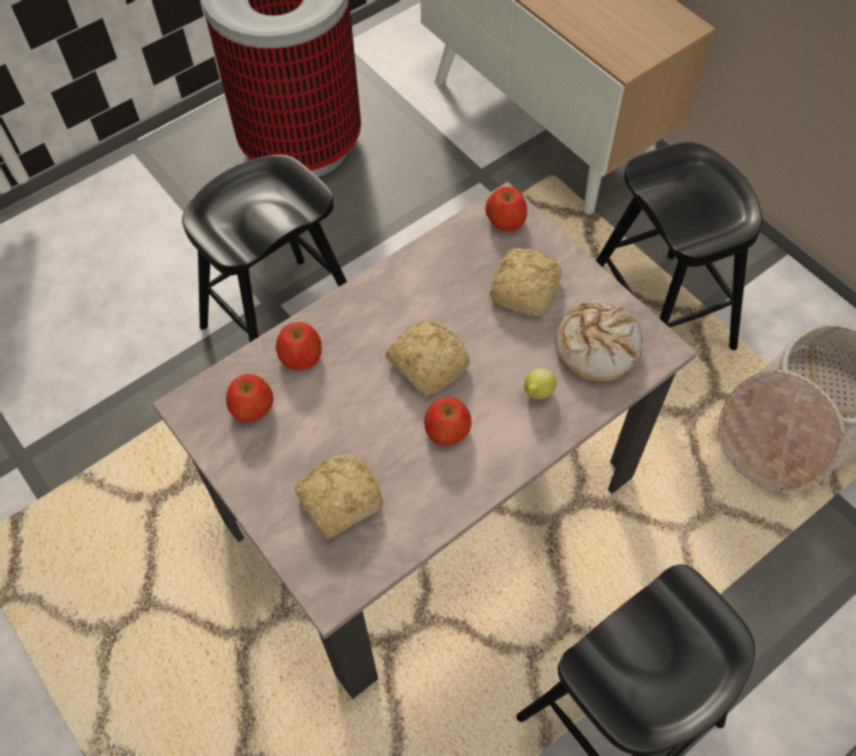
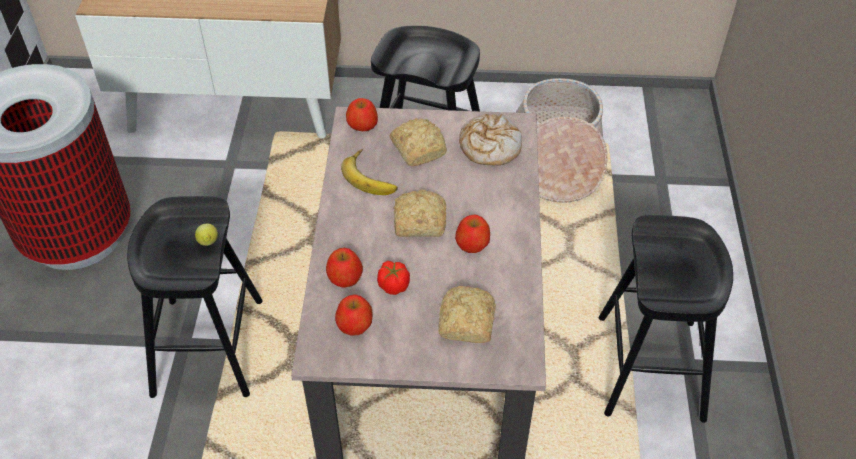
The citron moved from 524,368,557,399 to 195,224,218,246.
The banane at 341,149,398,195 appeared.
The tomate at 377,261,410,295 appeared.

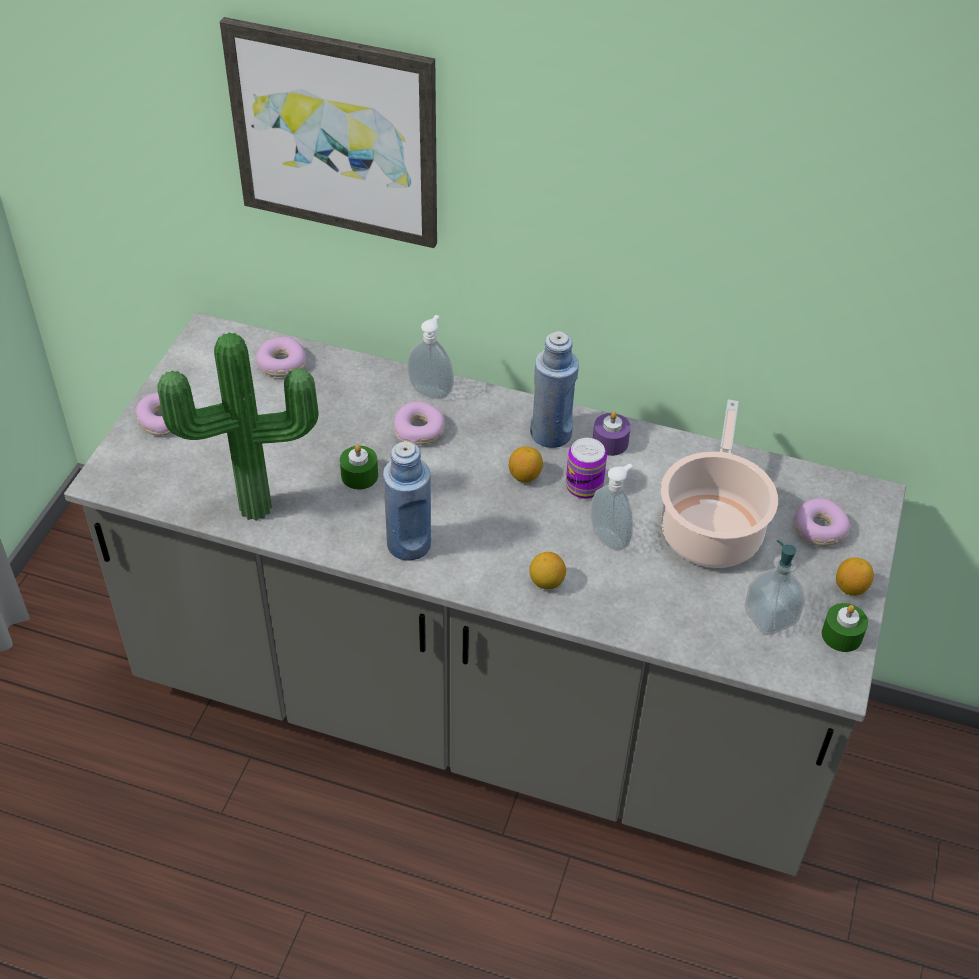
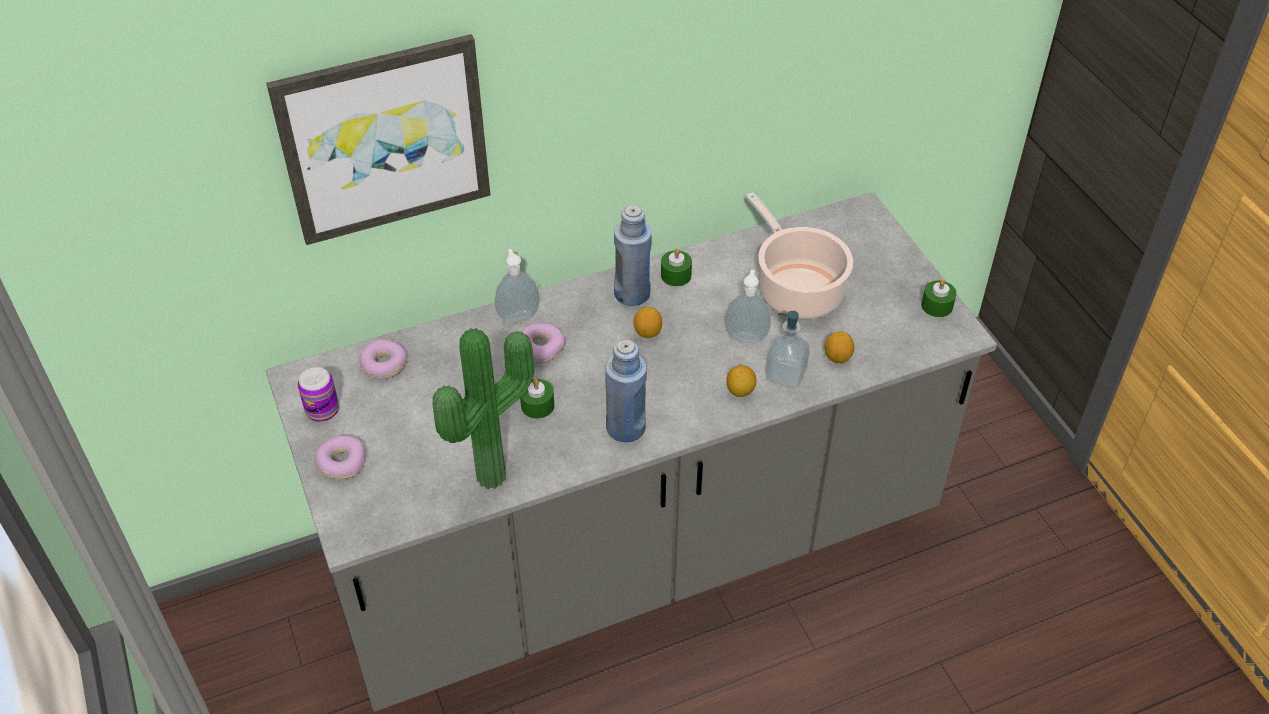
The boîte métallique moved from 566,438,607,499 to 298,367,339,422.
The bougie/violet at 593,411,631,456 became the bougie/vert at 661,248,692,286.
The distributeur de savon moved from 744,540,806,635 to 765,311,810,387.
The beignet at 794,498,851,546 disappeared.
The citron moved from 836,557,874,596 to 825,331,854,363.

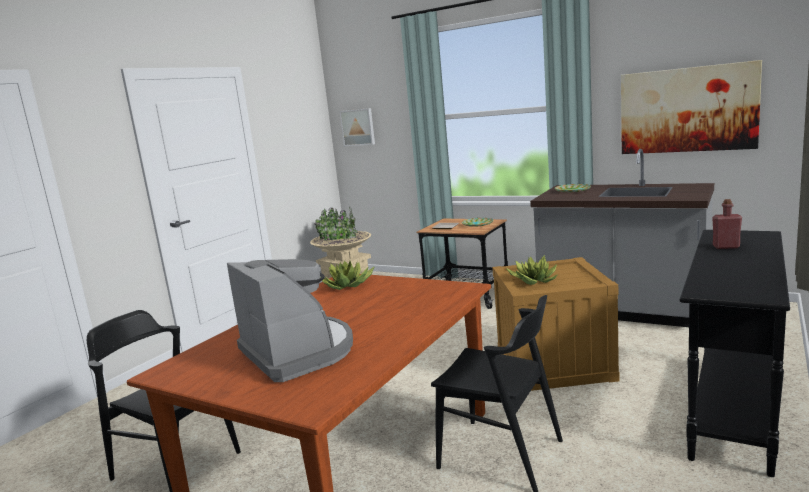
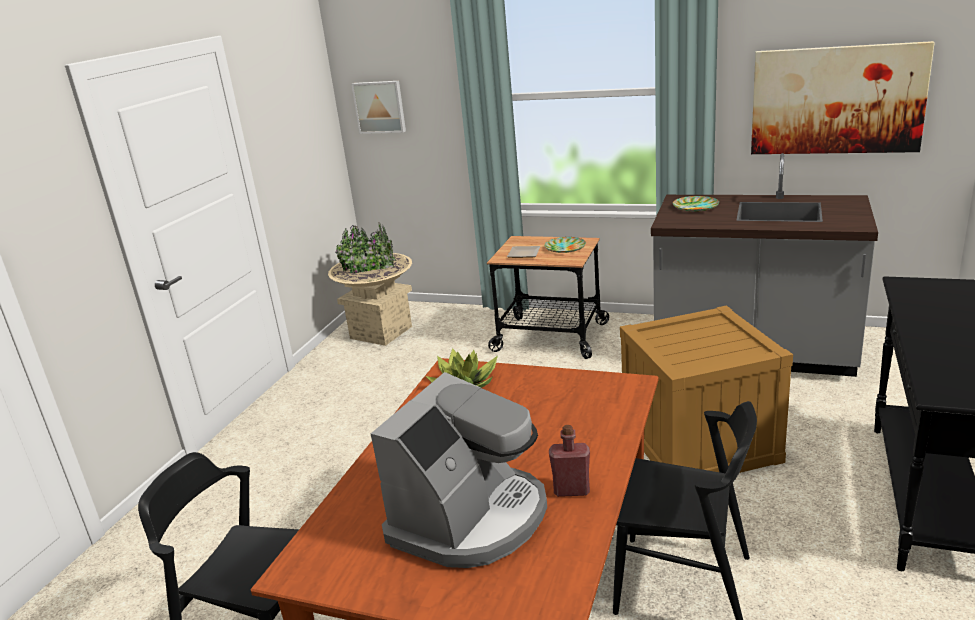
The machine à café at 227,259,353,382 turned 75 degrees clockwise.
The plante en pot at 506,255,558,285 disappeared.
The bouteille/rouge moved from 712,199,742,249 to 549,425,590,497.

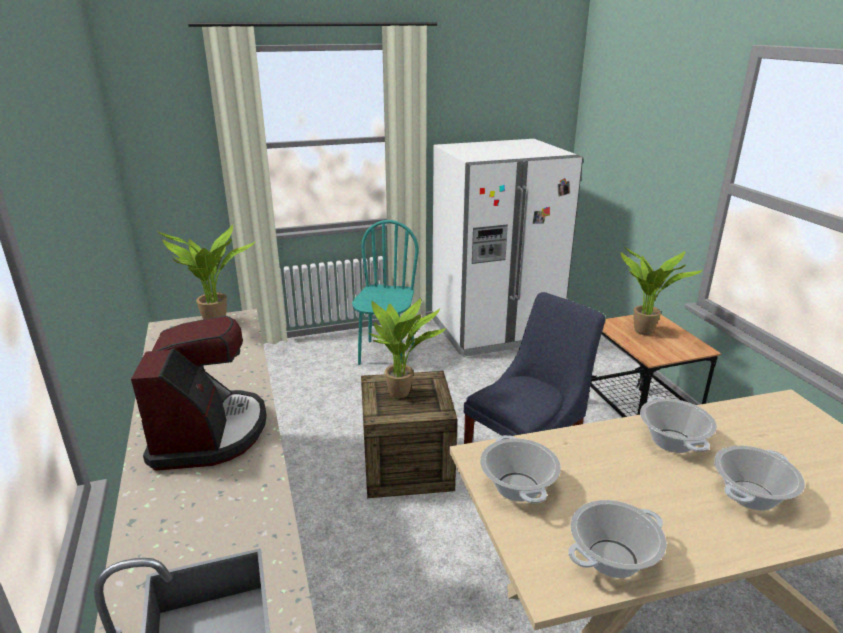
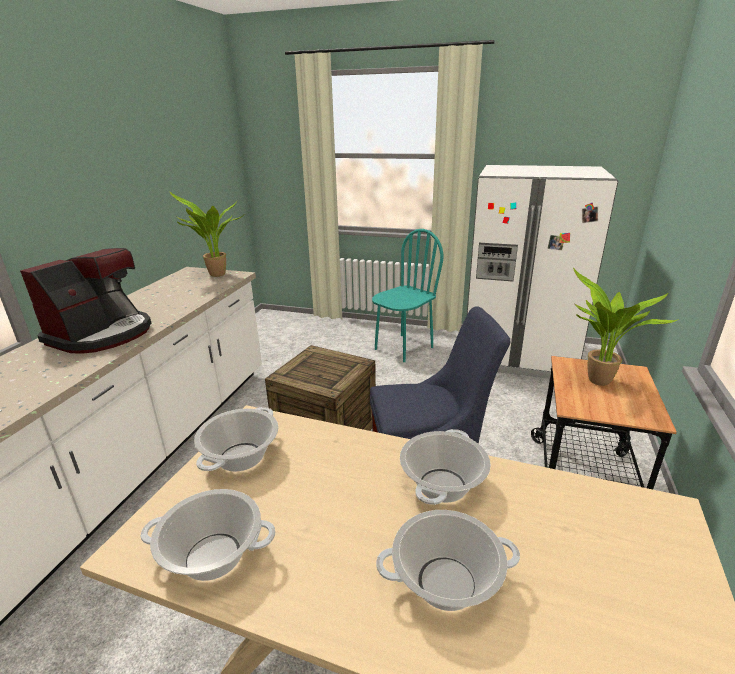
The plante en pot at 369,298,446,398 disappeared.

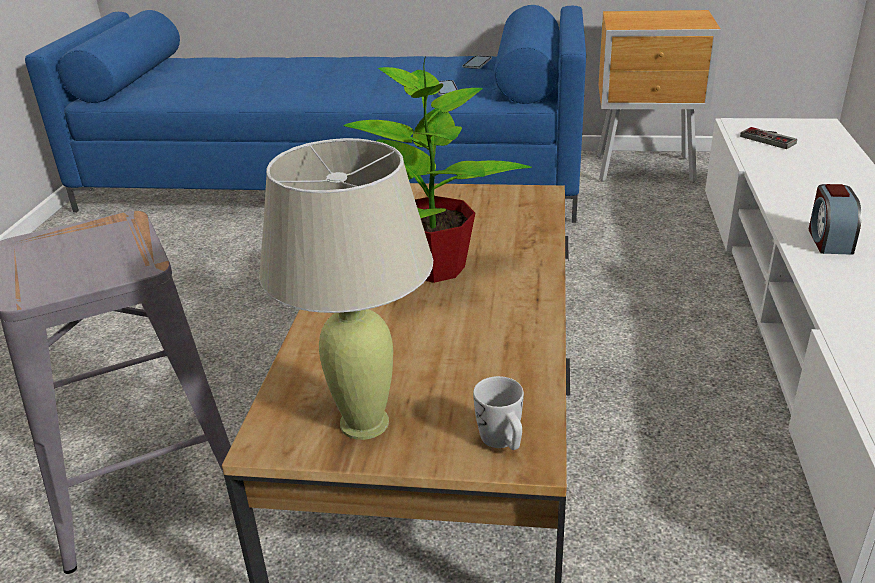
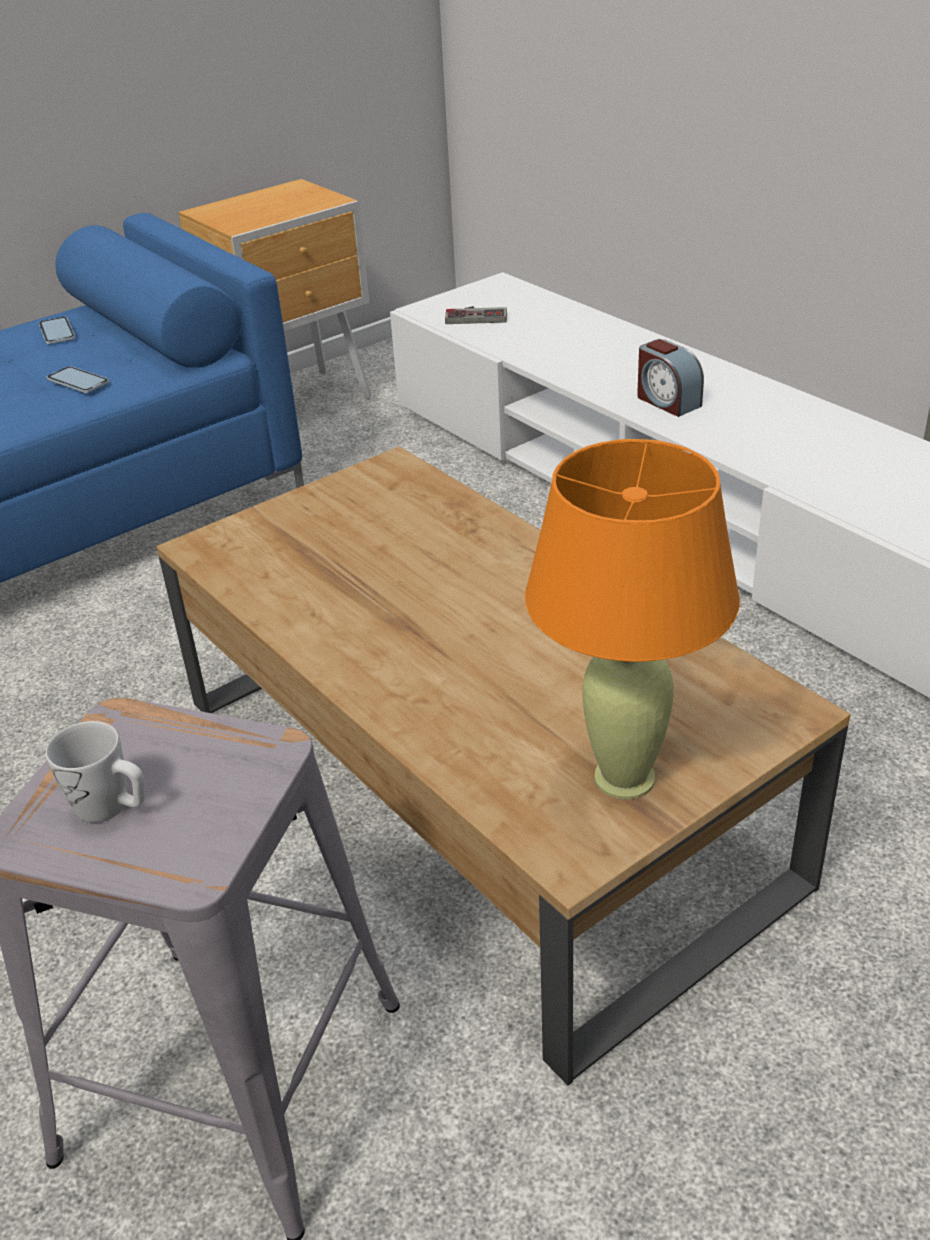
The lampe de table/beige at 259,138,433,440 became the lampe de table/orange at 525,439,740,799.
The plante en pot at 343,56,532,283 disappeared.
The mug/blanc moved from 473,376,524,450 to 46,721,145,823.

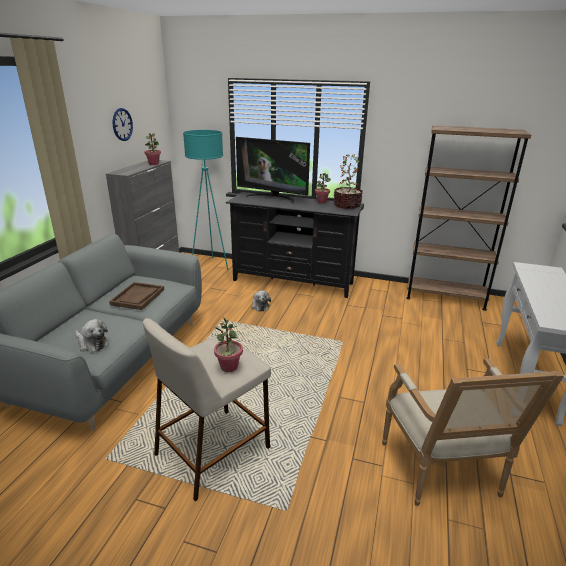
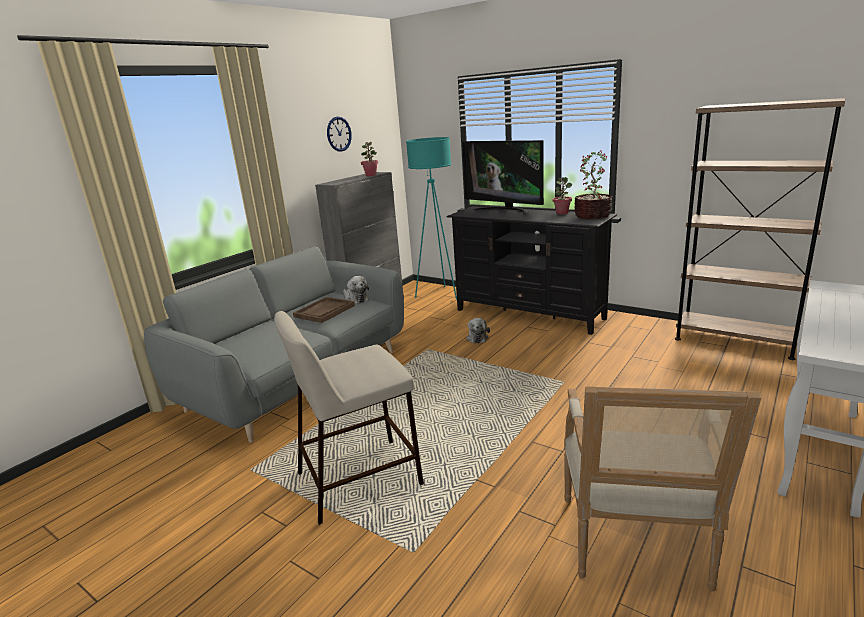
The peluche moved from 75,319,109,352 to 343,276,369,304.
The plante en pot at 214,317,243,372 disappeared.

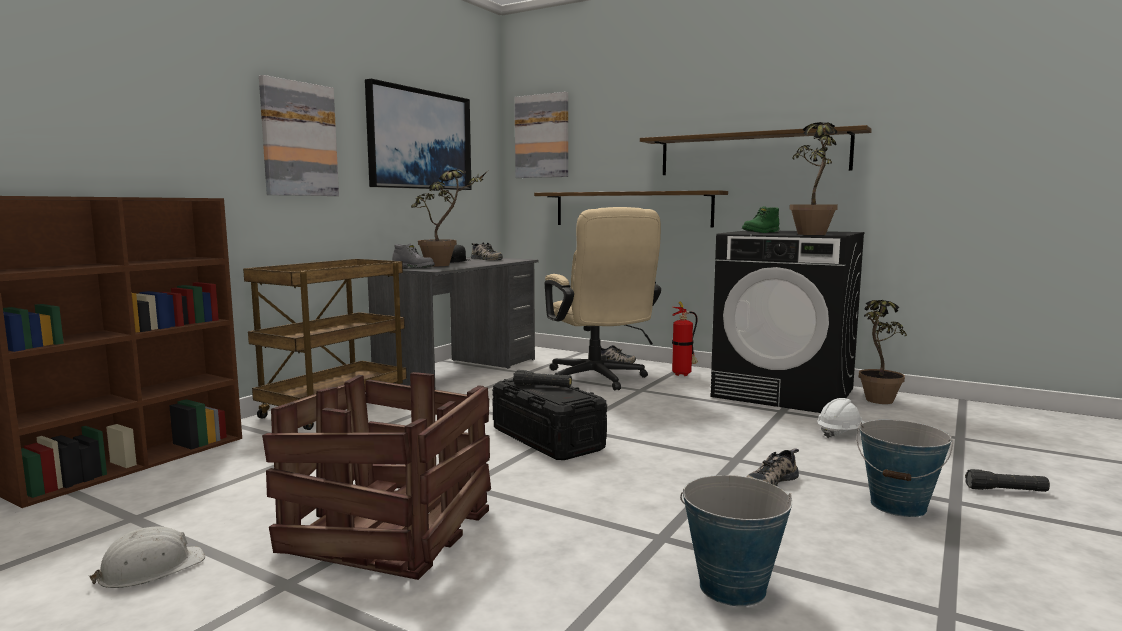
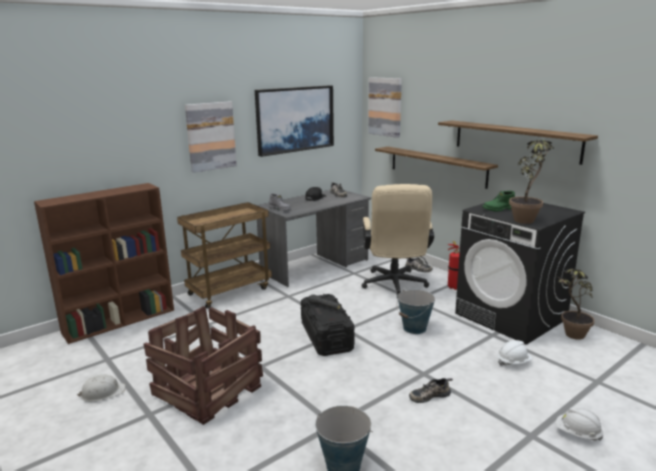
The plante en pot at 411,169,488,266 disappeared.
The seau moved from 857,420,953,517 to 397,290,435,334.
The lampe de poche/noir at 965,469,1050,492 was replaced by the casque de chantier/blanc at 556,407,603,441.

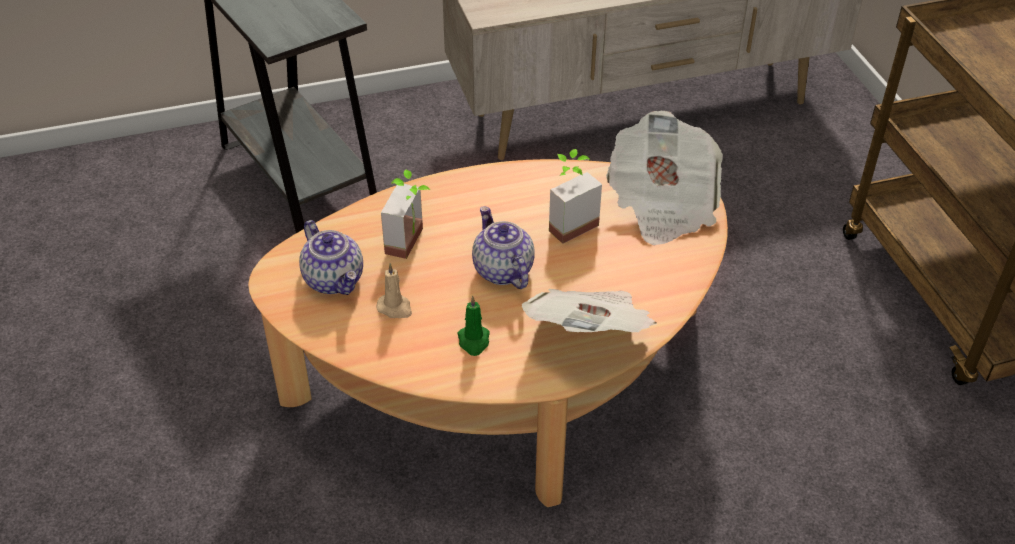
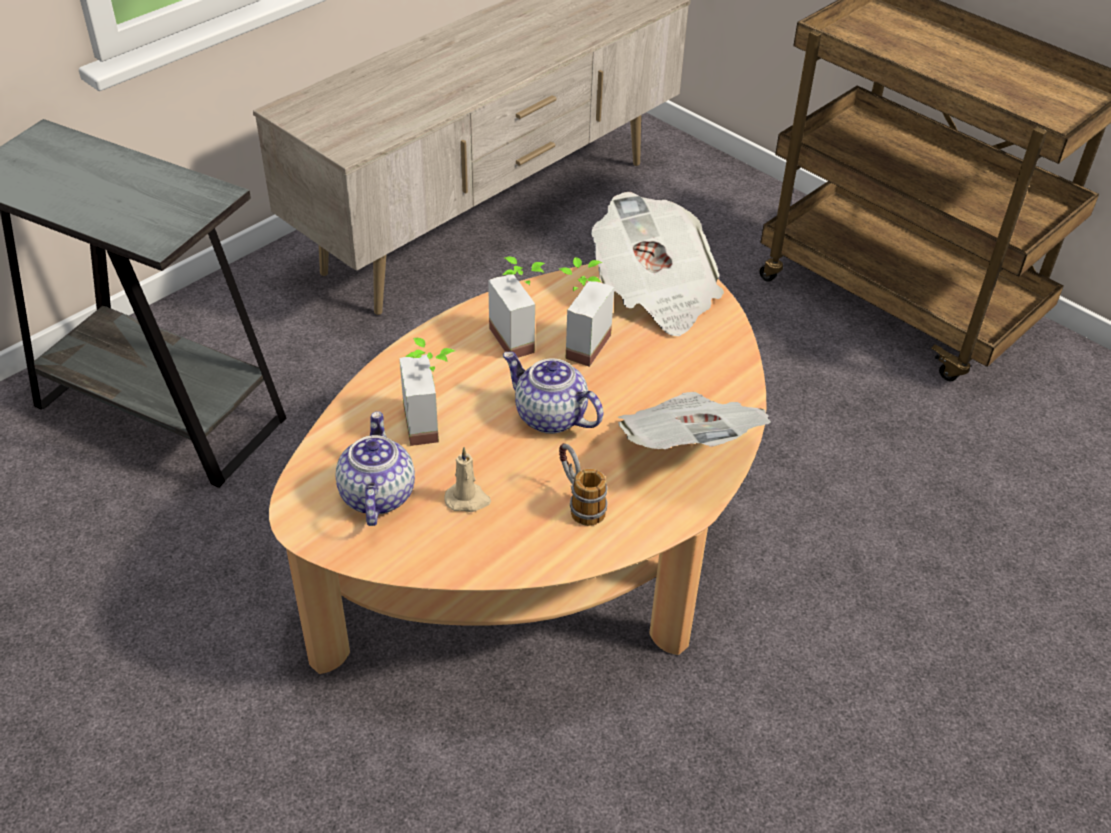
The théière at 299,220,363,295 turned 120 degrees counterclockwise.
The bougie/vert at 457,296,490,356 was replaced by the mug at 559,443,608,526.
The plante en pot at 488,257,545,358 appeared.

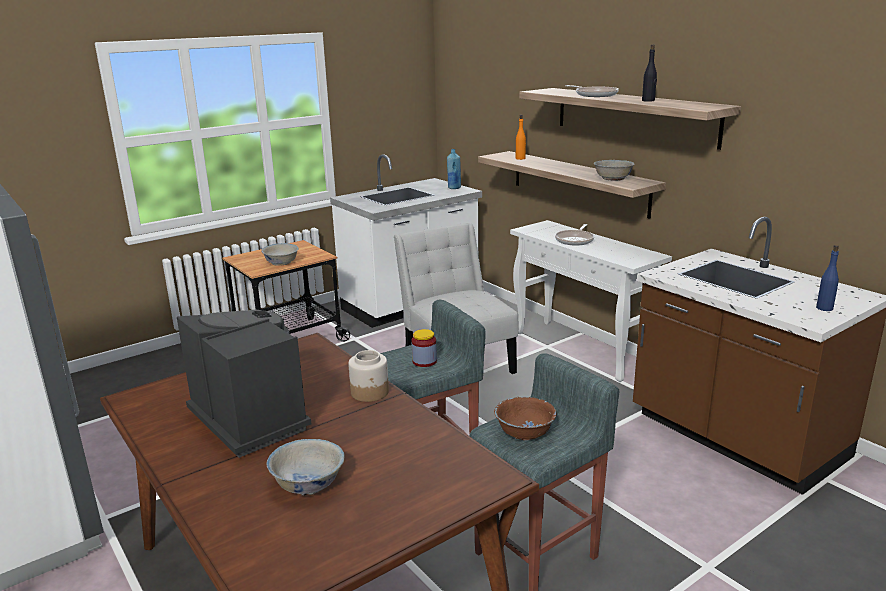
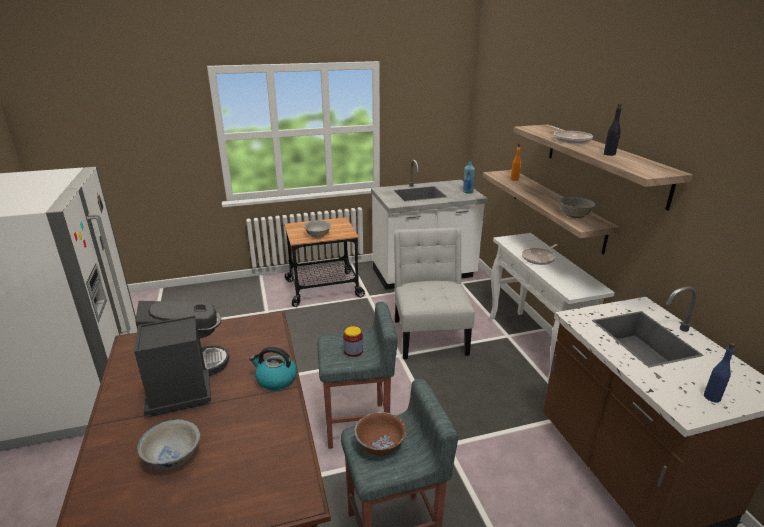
The bocal at 348,350,389,402 was replaced by the bouilloire at 249,347,297,390.

